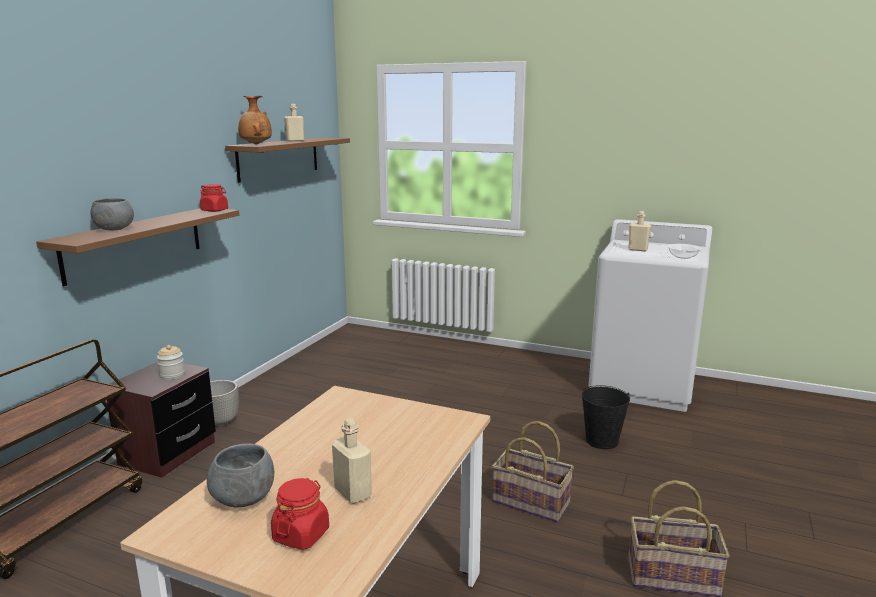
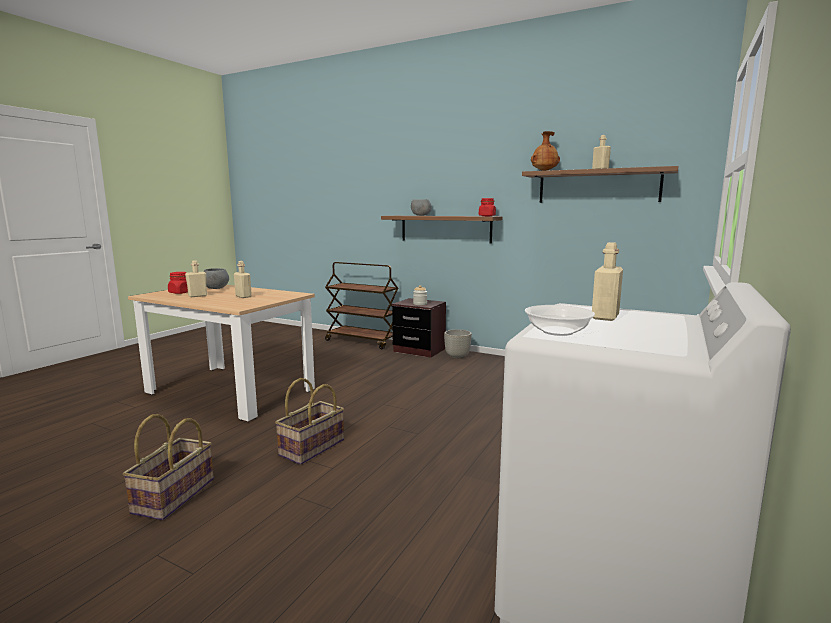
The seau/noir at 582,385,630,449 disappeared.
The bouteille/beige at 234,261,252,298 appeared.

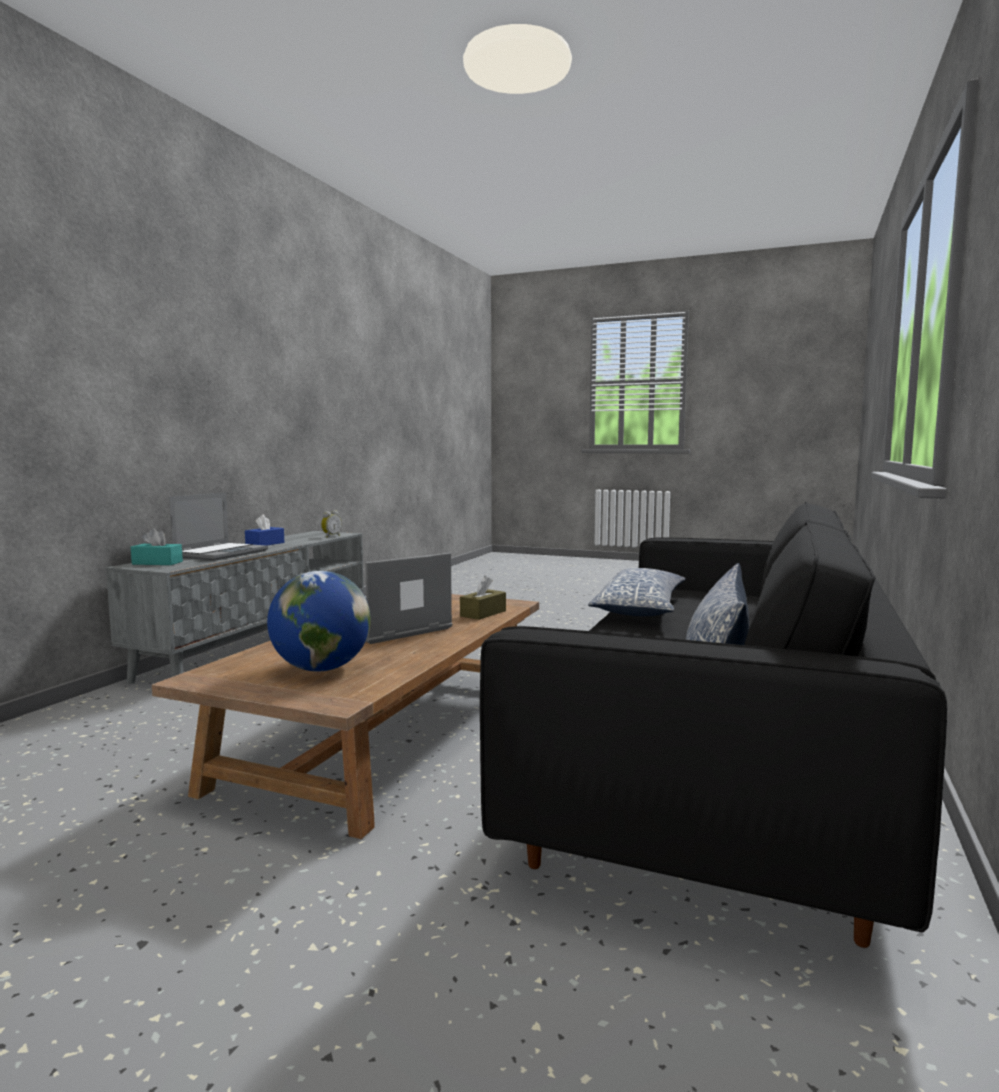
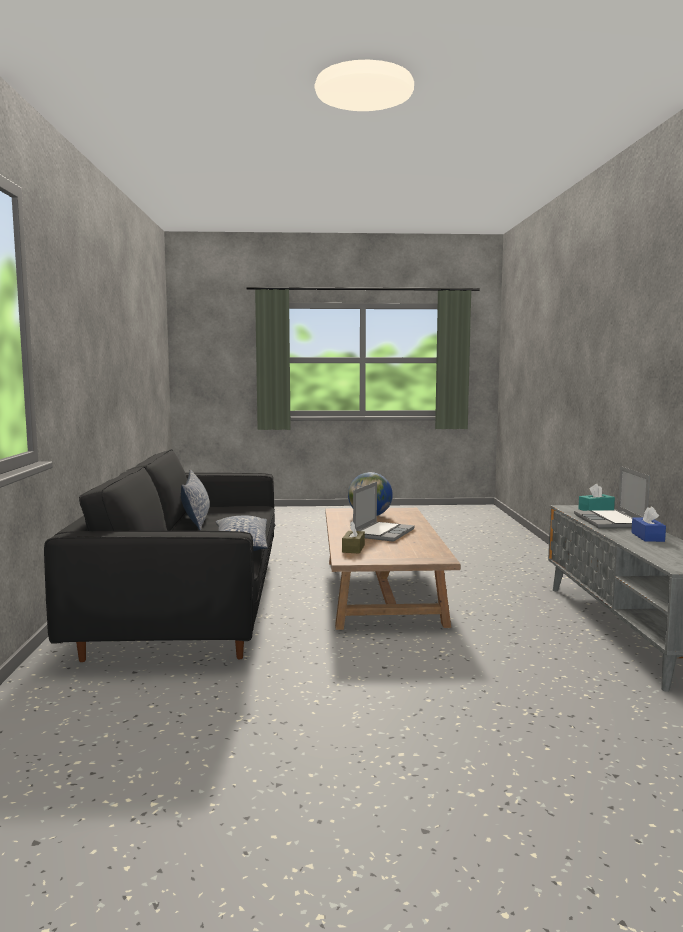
The réveil at 321,510,342,538 disappeared.

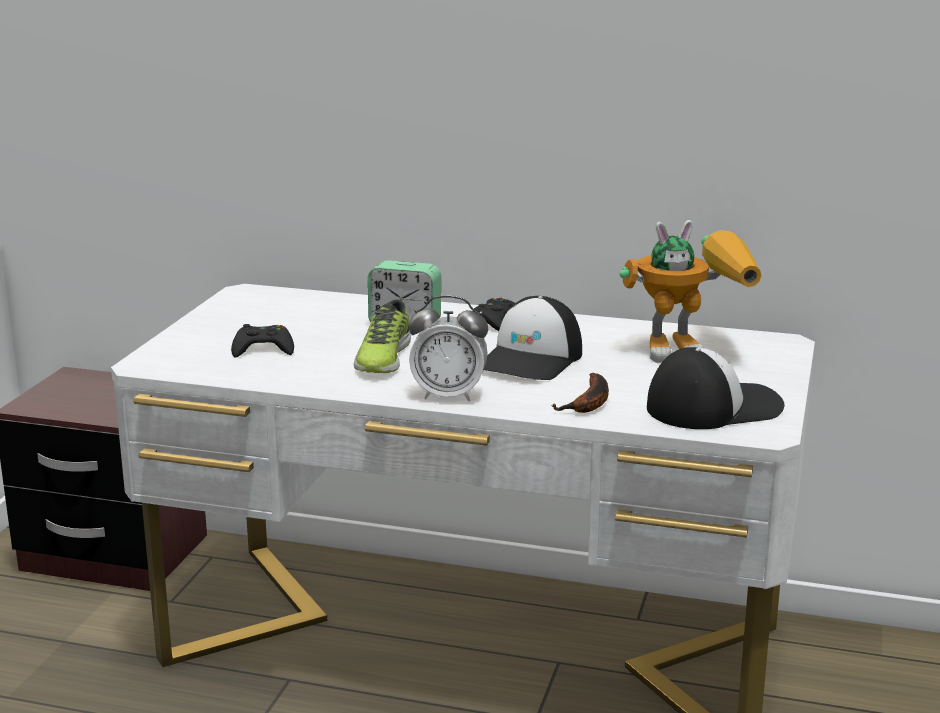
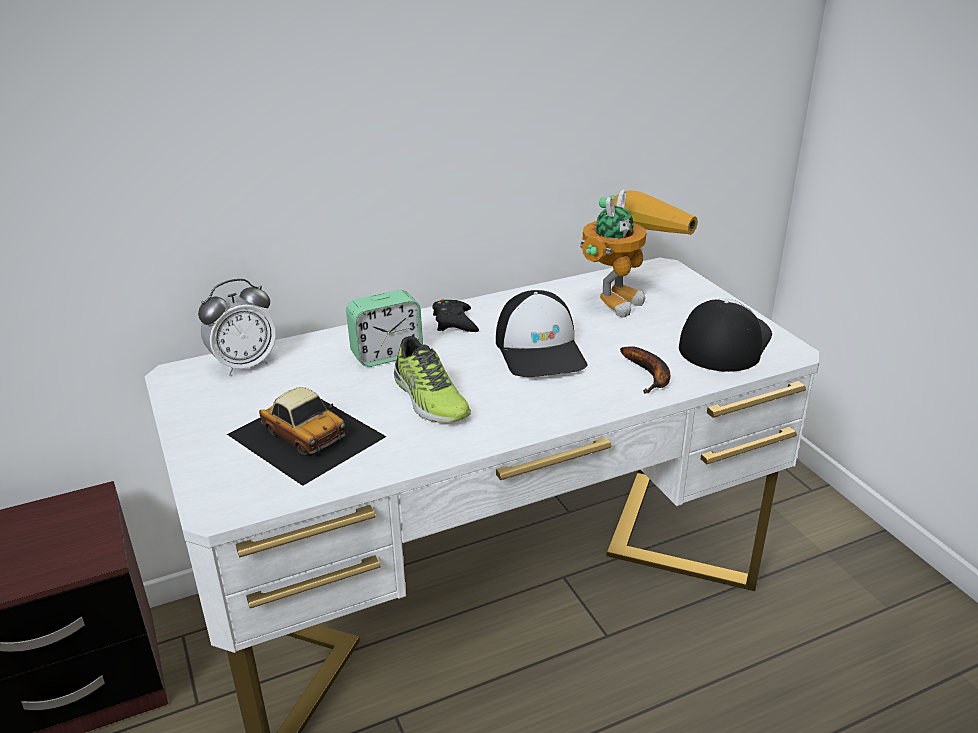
The manette/noir at 231,324,294,358 was replaced by the petite voiture at 227,387,387,486.
The réveil moved from 408,295,488,401 to 198,279,276,376.

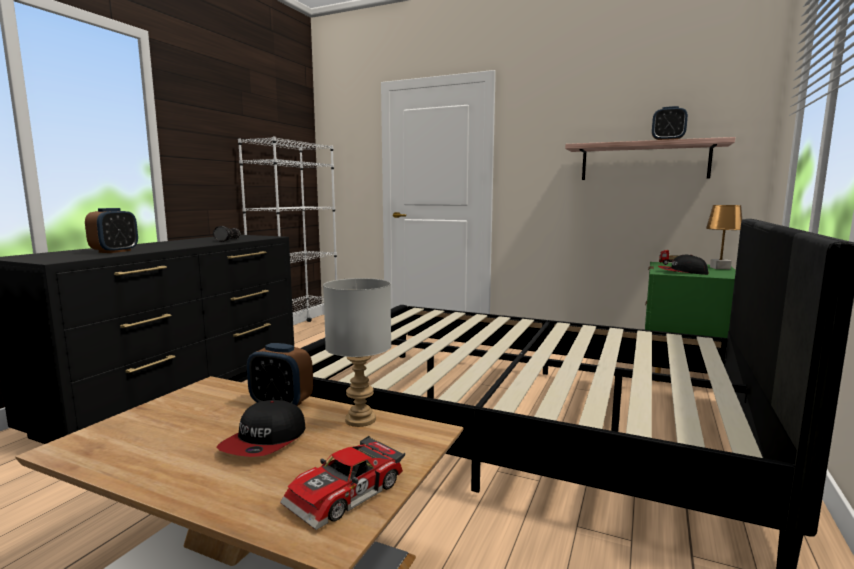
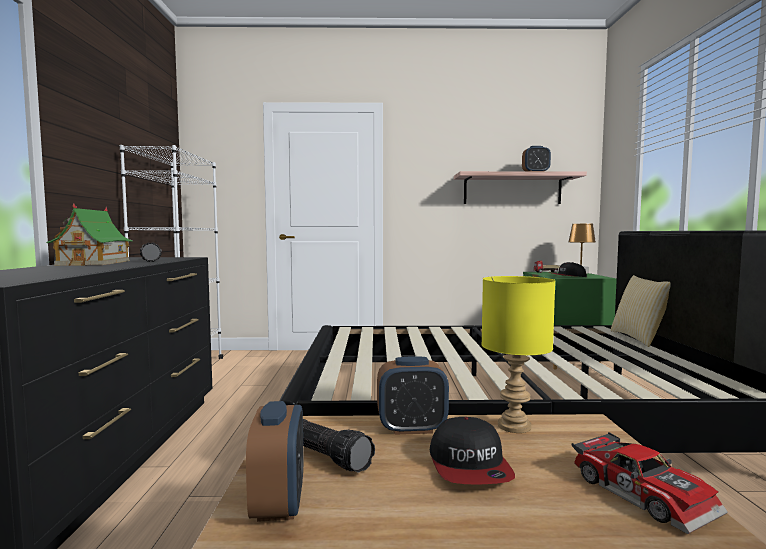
The réveil moved from 85,208,138,253 to 246,401,303,522.
The petite voiture at 280,436,405,530 turned 45 degrees counterclockwise.
The lampe de table/gris at 323,278,391,427 became the lampe de table/jaune at 481,276,555,433.
The maison miniature at 46,204,133,266 appeared.
The lampe de poche at 303,419,375,473 appeared.
The coussin at 611,275,671,347 appeared.

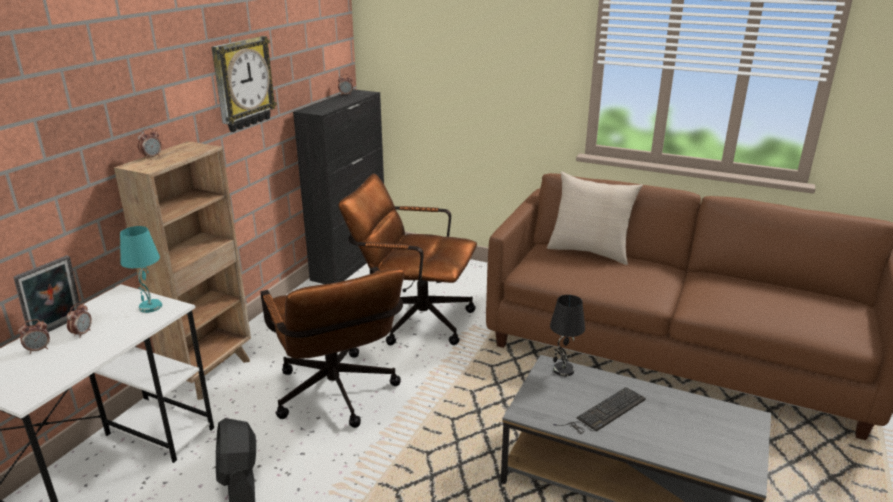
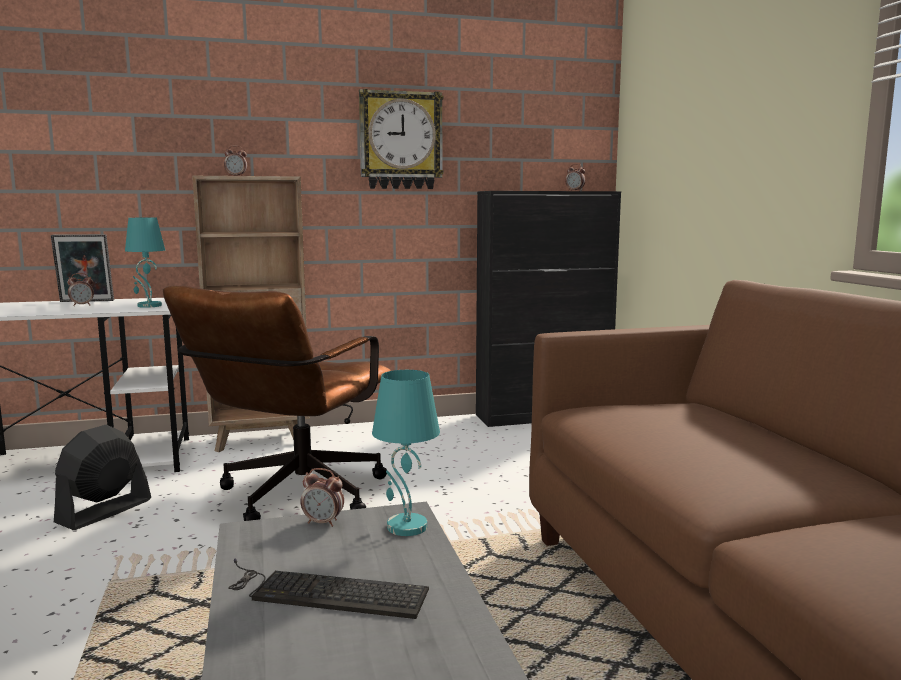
The réveil moved from 18,319,50,354 to 301,468,344,527.
The chaise de bureau/marron at 338,173,477,345 disappeared.
The coussin/beige at 547,172,643,265 disappeared.
The lampe de table/noir at 550,295,585,376 became the lampe de table/turquoise at 372,370,440,536.

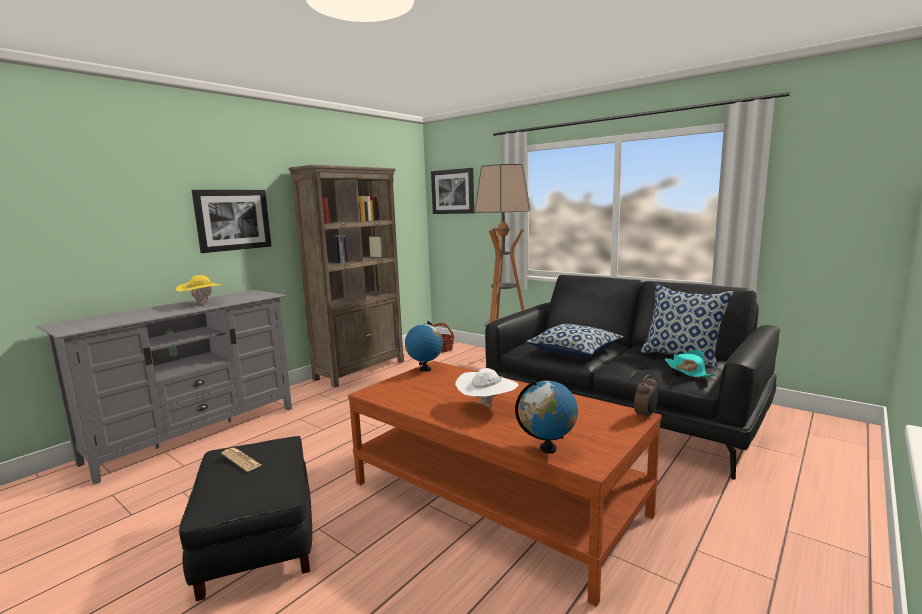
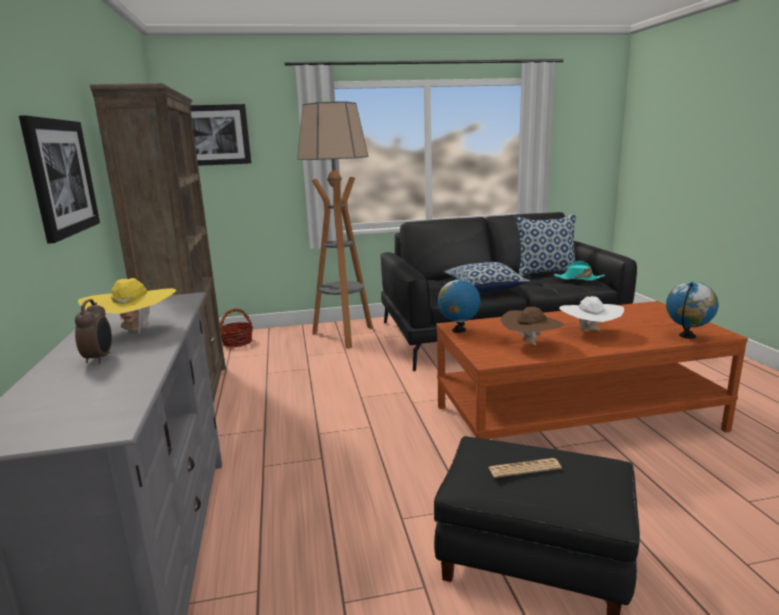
The réveil moved from 634,375,658,420 to 75,299,112,363.
The chapeau/marron at 500,307,564,346 appeared.

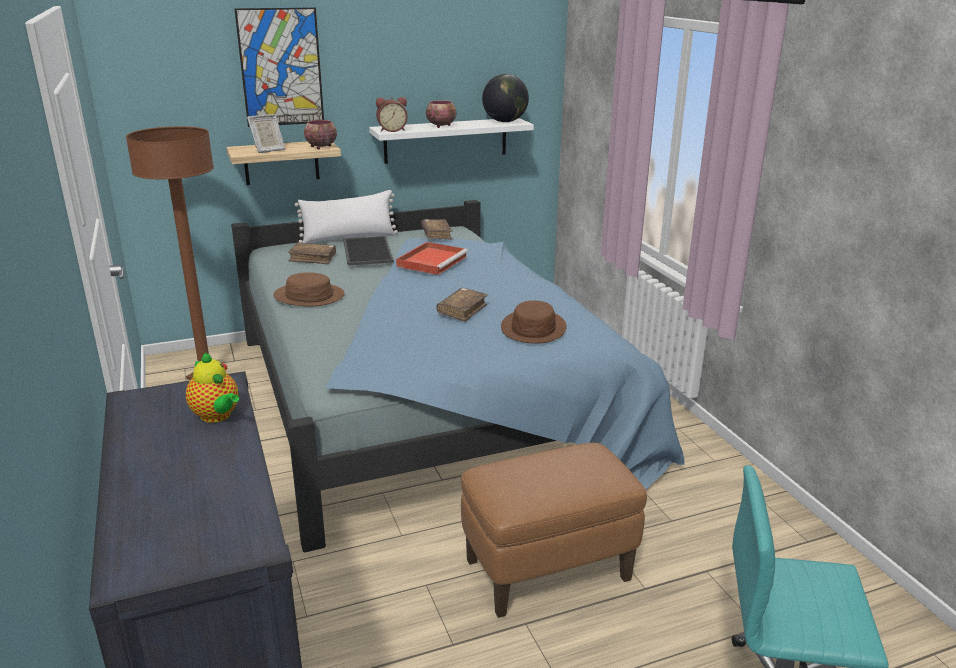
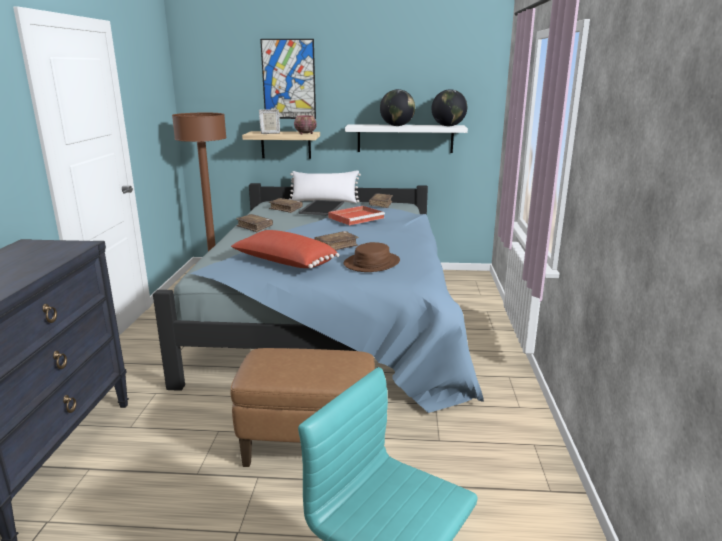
The théière at 186,352,239,423 disappeared.
The chapeau/marron at 273,272,345,307 was replaced by the livre/marron at 236,214,273,232.
The réveil at 376,97,408,132 disappeared.
The bol at 426,100,457,128 was replaced by the globe at 380,89,415,126.
The coussin/rouge at 231,230,340,268 appeared.

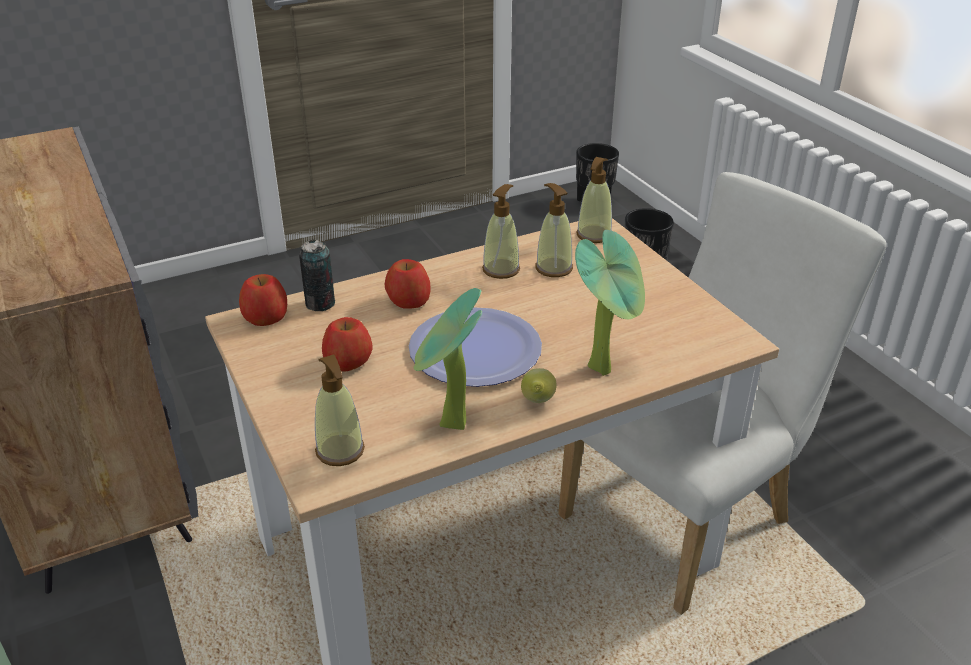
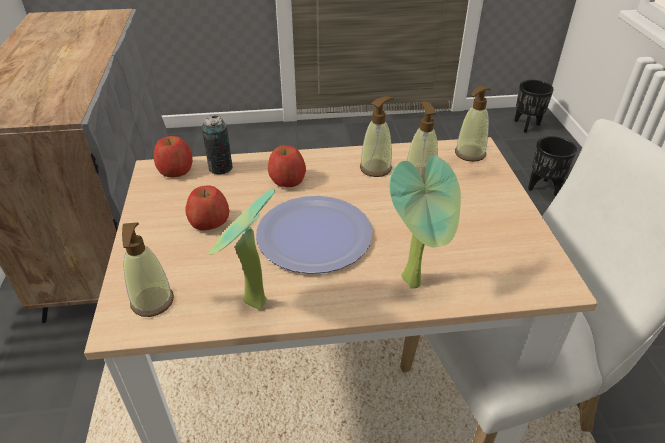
The citron at 521,368,557,403 disappeared.

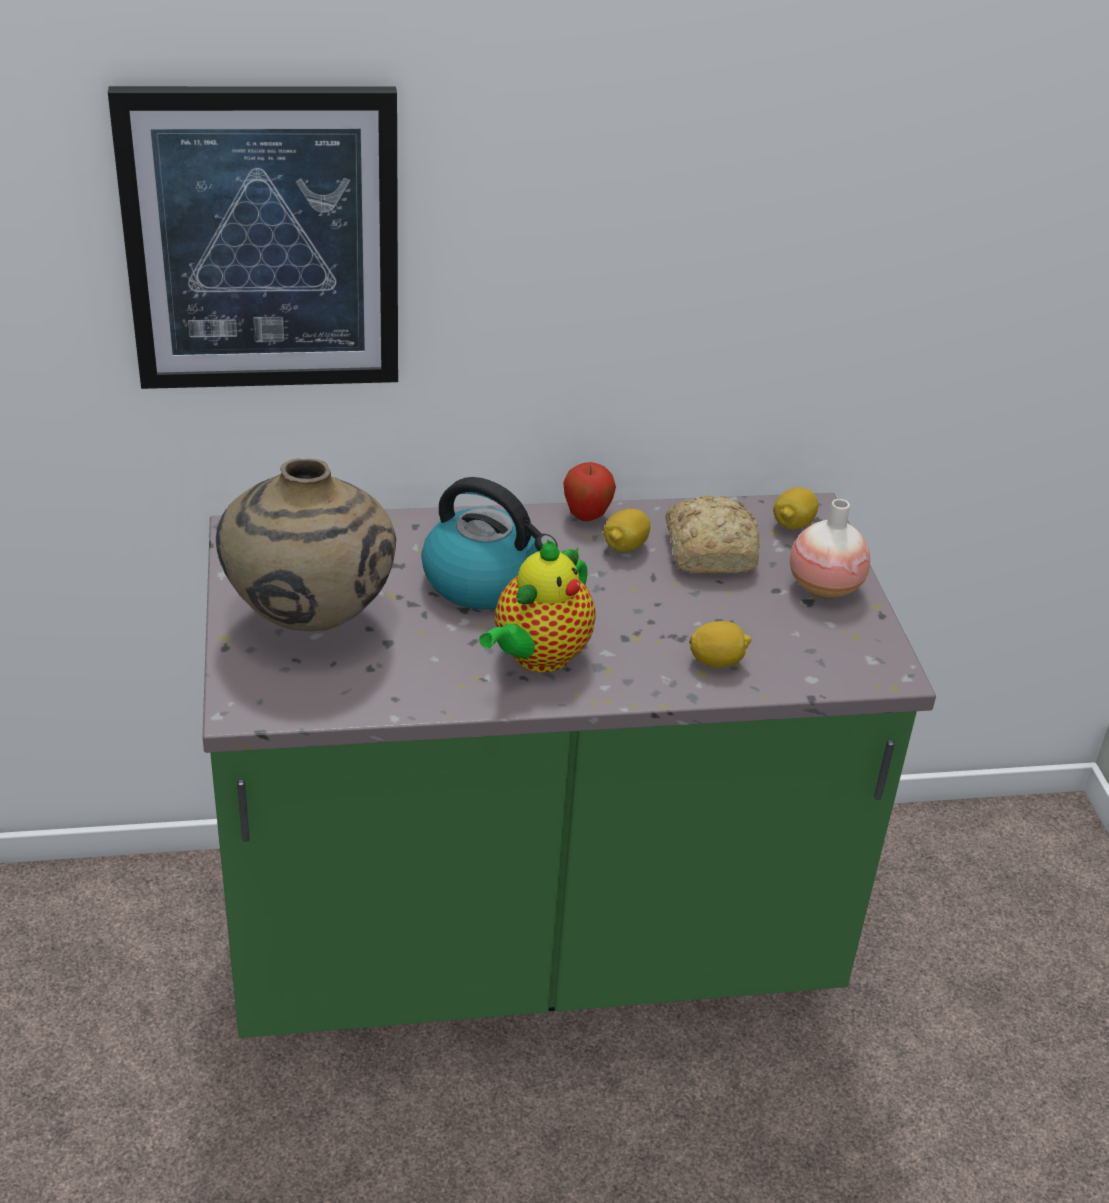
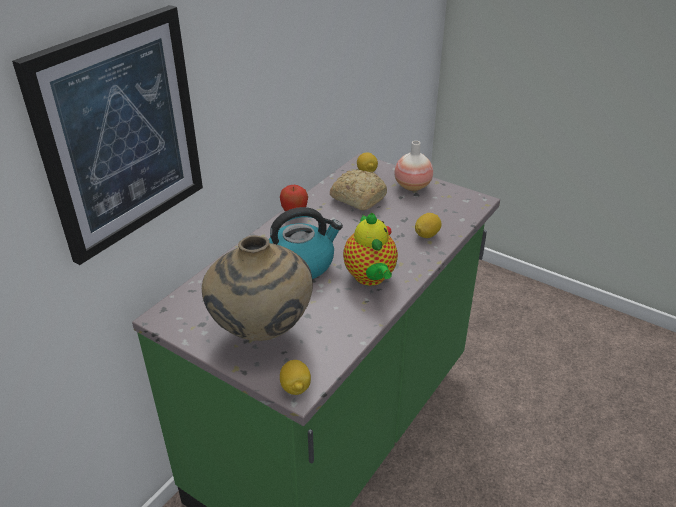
The citron moved from 603,509,650,552 to 280,360,311,395.

